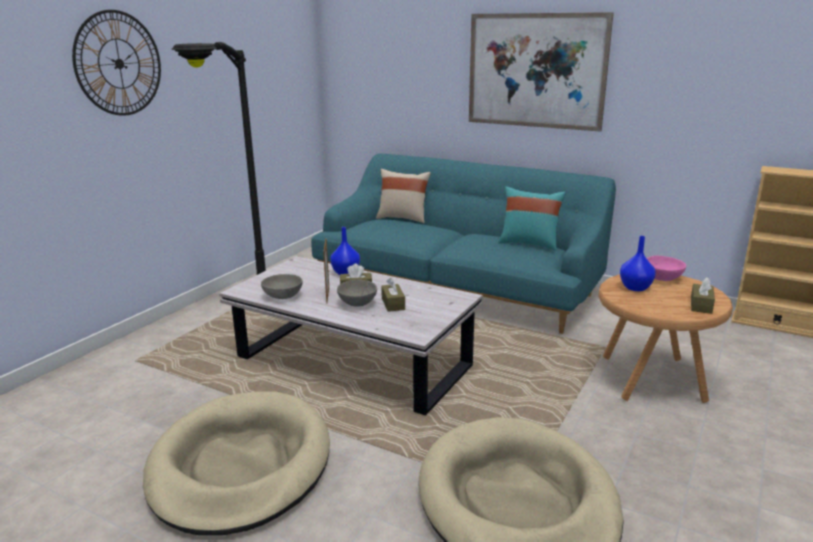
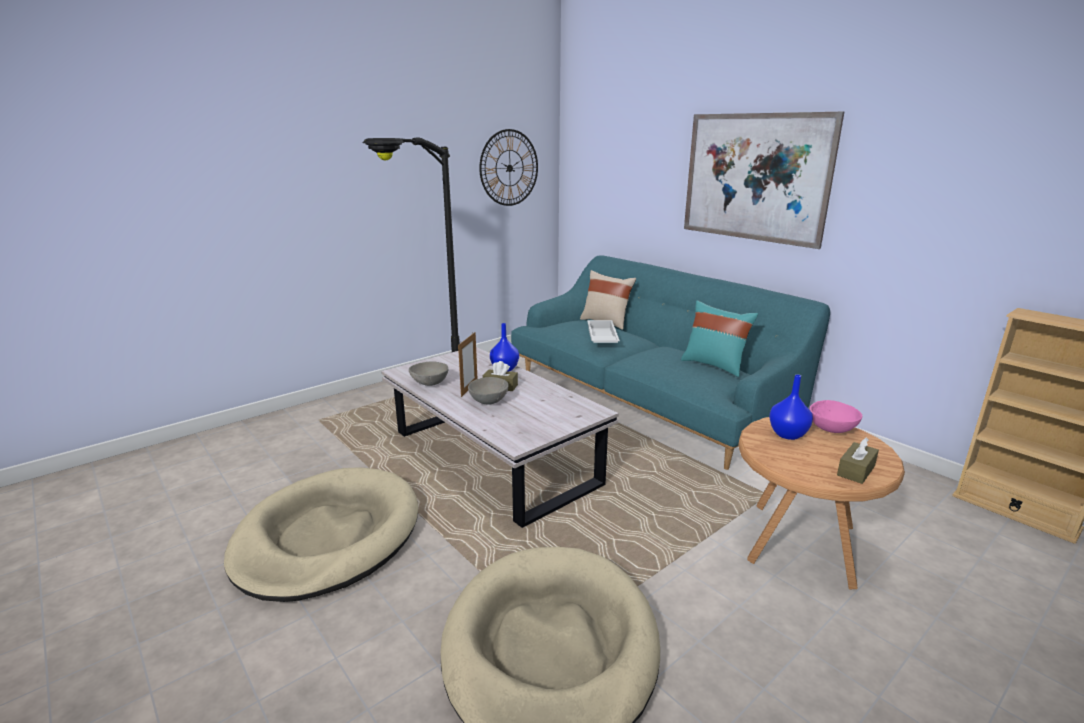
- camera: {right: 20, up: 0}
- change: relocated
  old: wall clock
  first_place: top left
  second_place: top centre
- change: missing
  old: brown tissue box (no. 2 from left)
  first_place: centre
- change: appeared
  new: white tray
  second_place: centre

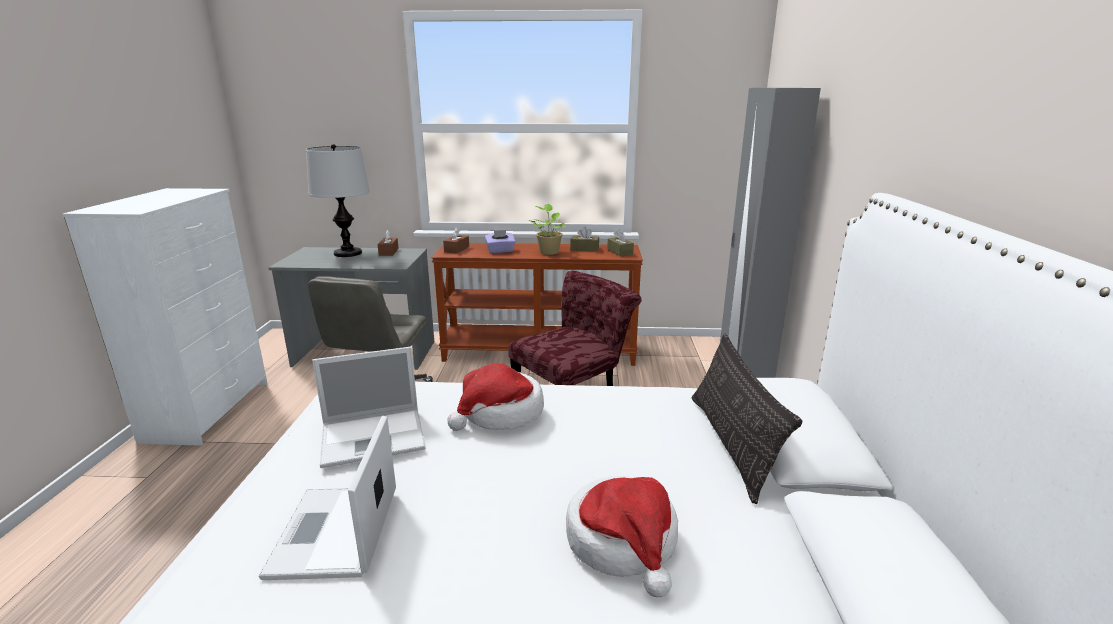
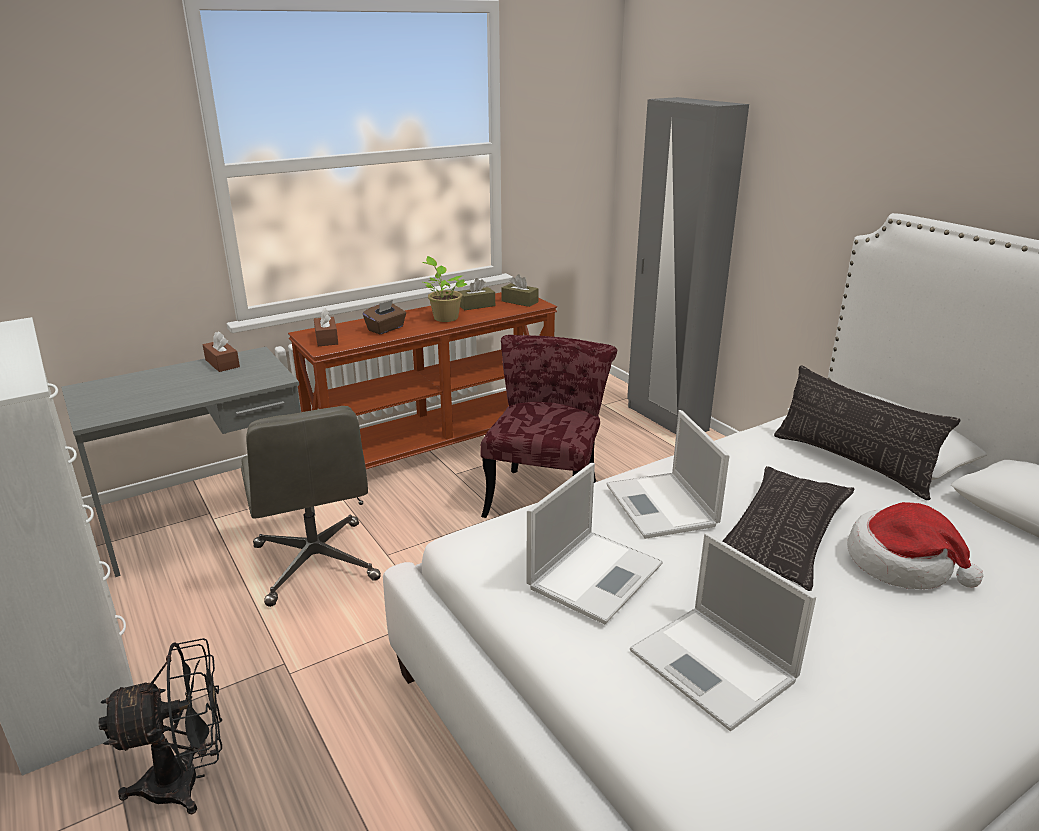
- camera: {right: -35, up: 5}
- change: missing
  old: table lamp
  first_place: top left
- change: colour
  old: purple tissue box
  new: brown tissue box (no. 3 from left)
  first_place: centre
  second_place: centre
- change: exchanged
  old: hat (no. 1 from left)
  new: laptop (no. 2 from left)
  first_place: centre
  second_place: centre
- change: appeared
  new: pillow (no. 1 from left)
  second_place: middle right
- change: appeared
  new: black fan
  second_place: bottom left

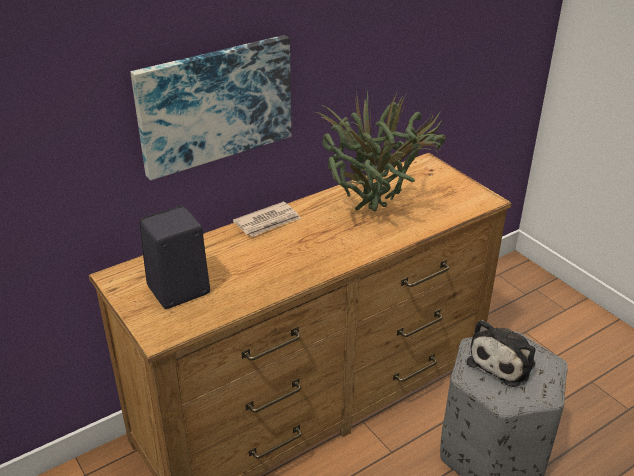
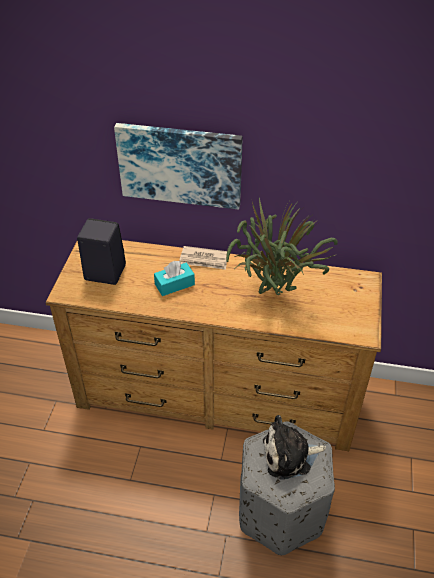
- camera: {right: 45, up: 10}
- change: appeared
  new: turquoise tissue box
  second_place: centre

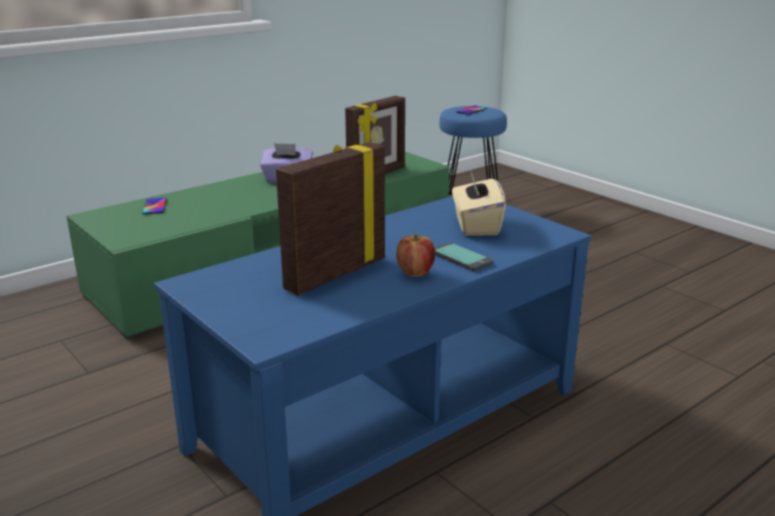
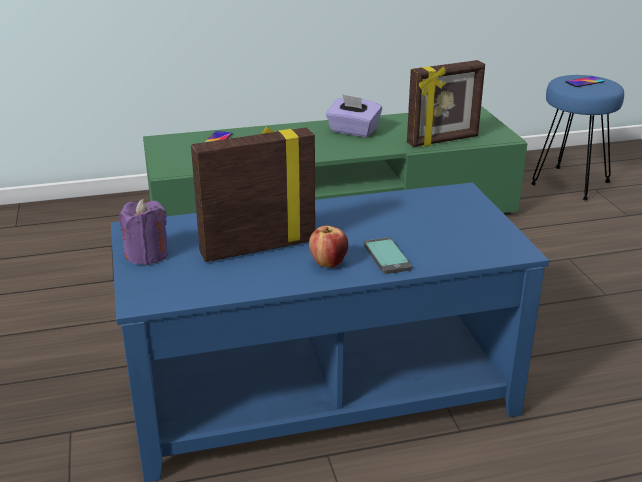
- camera: {right: 25, up: 5}
- change: missing
  old: beige tissue box
  first_place: centre
- change: appeared
  new: purple candle
  second_place: middle left

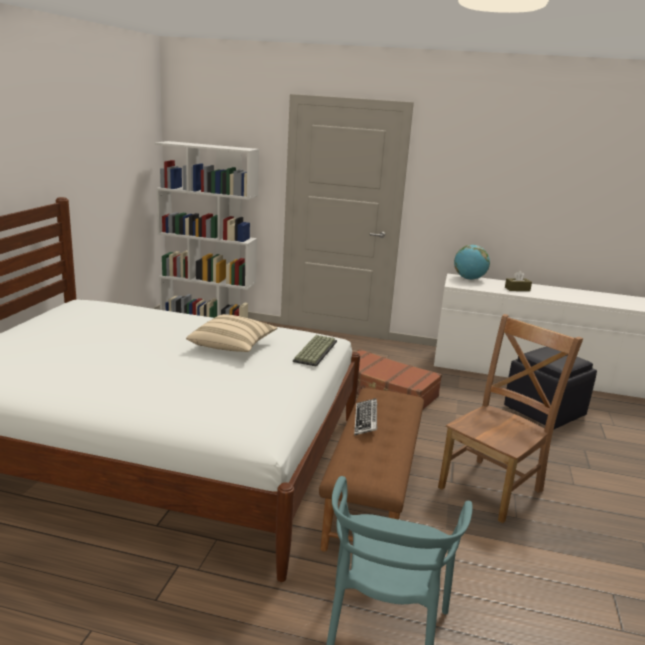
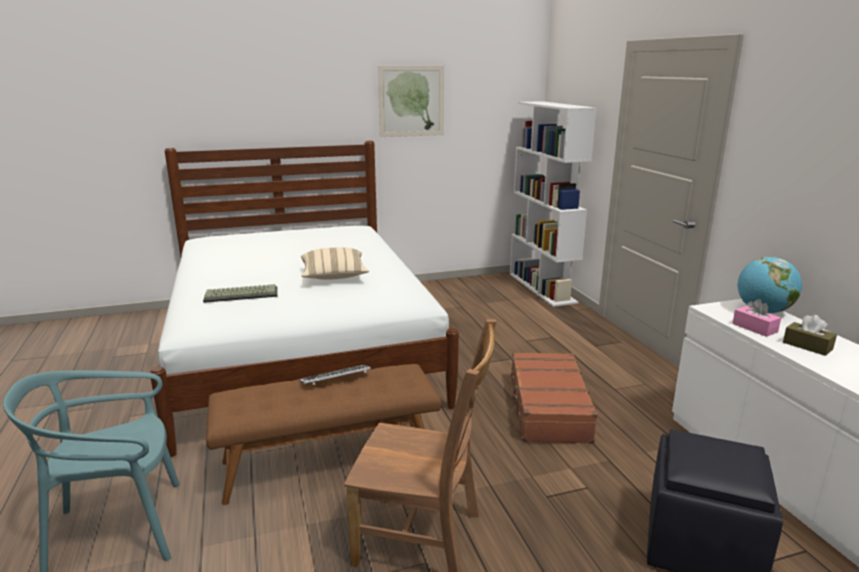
- camera: {right: 60, up: 0}
- change: relocated
  old: keyboard (no. 1 from left)
  first_place: centre
  second_place: middle left
- change: appeared
  new: picture
  second_place: top centre
- change: appeared
  new: pink tissue box
  second_place: middle right

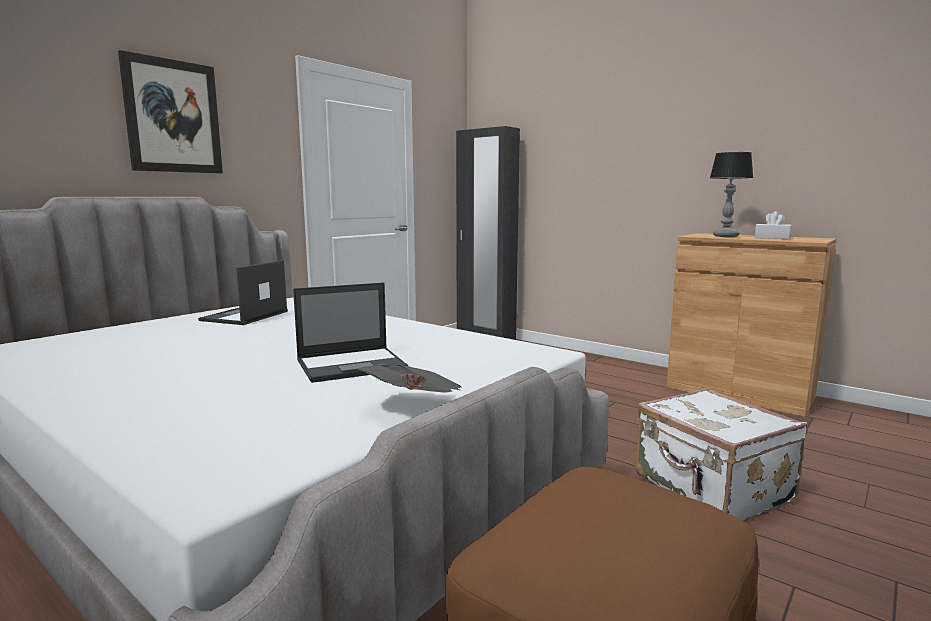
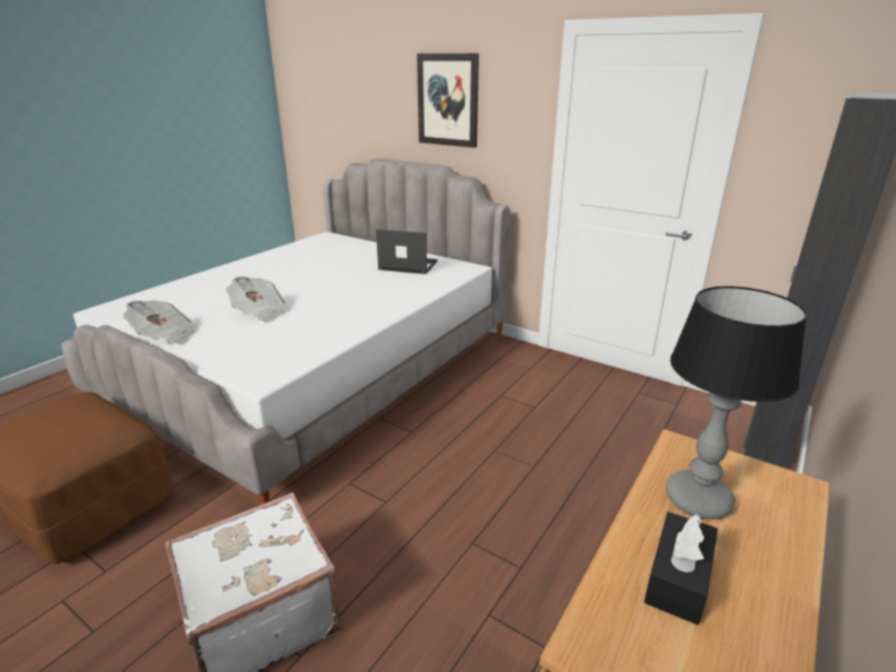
- camera: {right: 85, up: 15}
- change: colour
  old: white tissue box
  new: black tissue box
  first_place: middle right
  second_place: bottom right
- change: exchanged
  old: laptop (no. 2 from left)
  new: newspaper (no. 2 from left)
  first_place: centre
  second_place: middle left

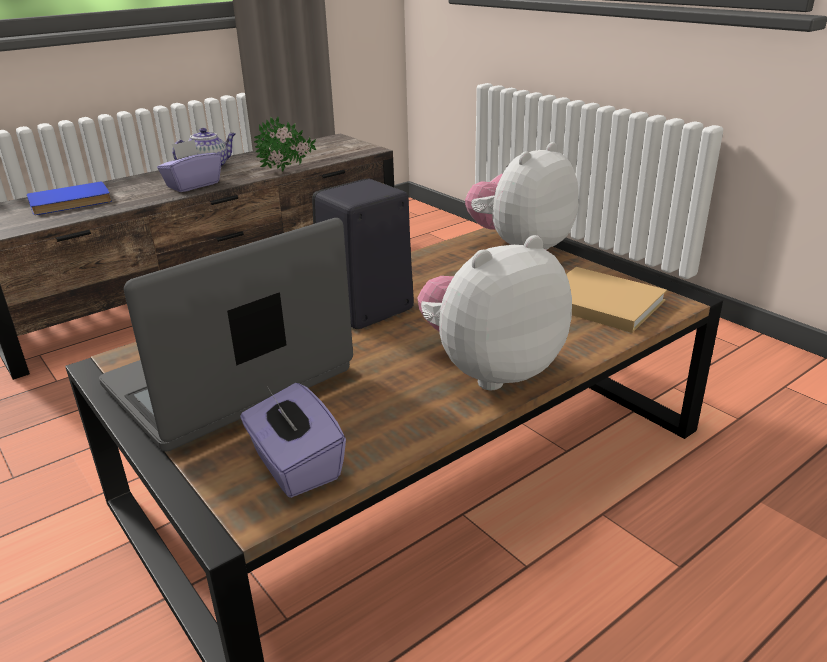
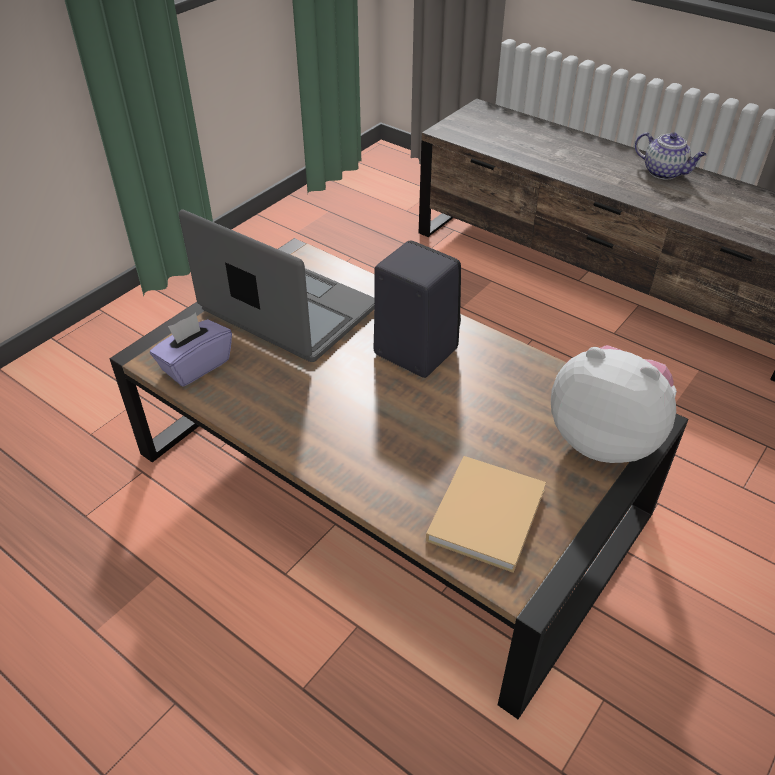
- camera: {right: 75, up: 15}
- change: missing
  old: potted plant
  first_place: top centre
- change: missing
  old: purple tissue box (no. 1 from left)
  first_place: top left
- change: missing
  old: blue book
  first_place: top left
- change: missing
  old: plush toy (no. 1 from left)
  first_place: centre

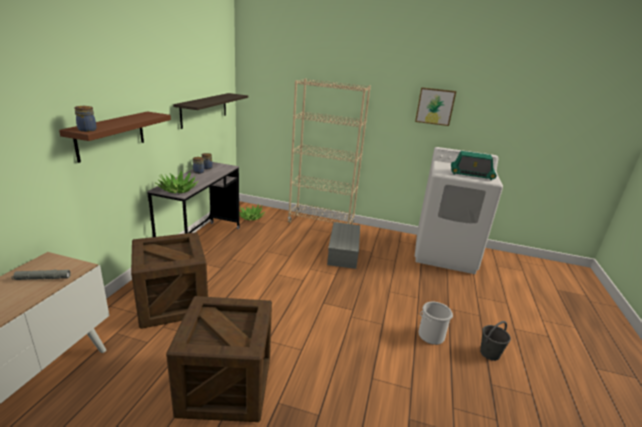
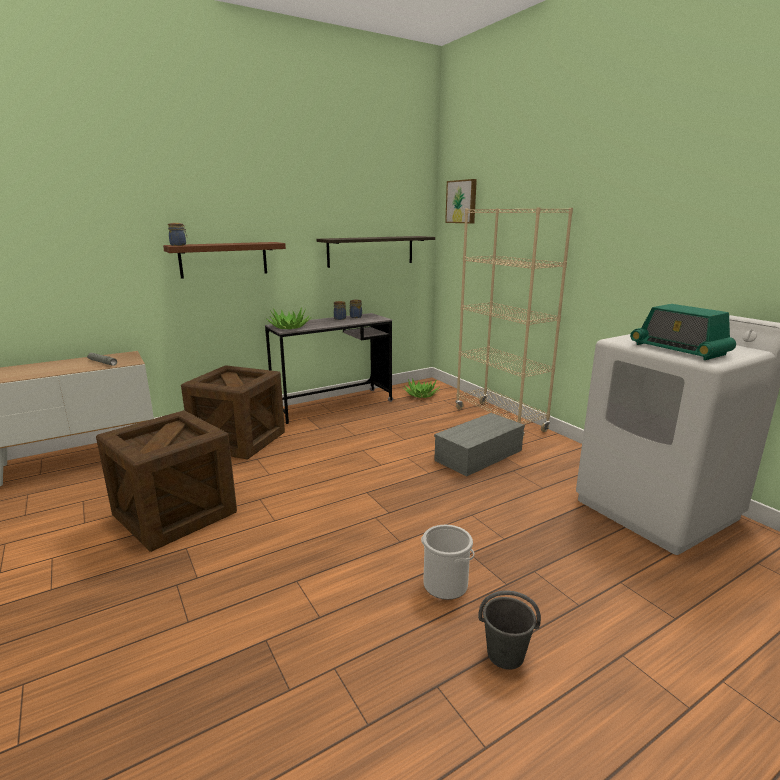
- camera: {right: 45, up: -5}
- change: relocated
  old: picture
  first_place: top right
  second_place: top centre

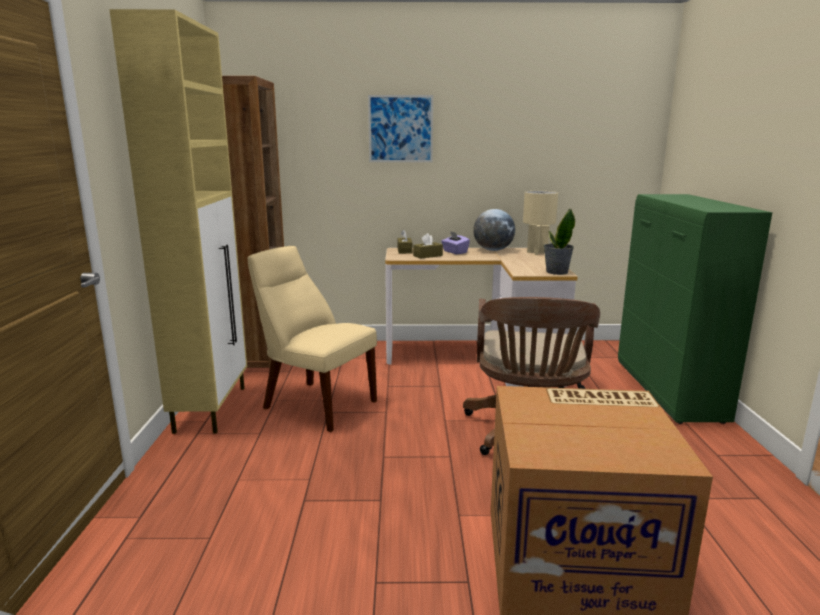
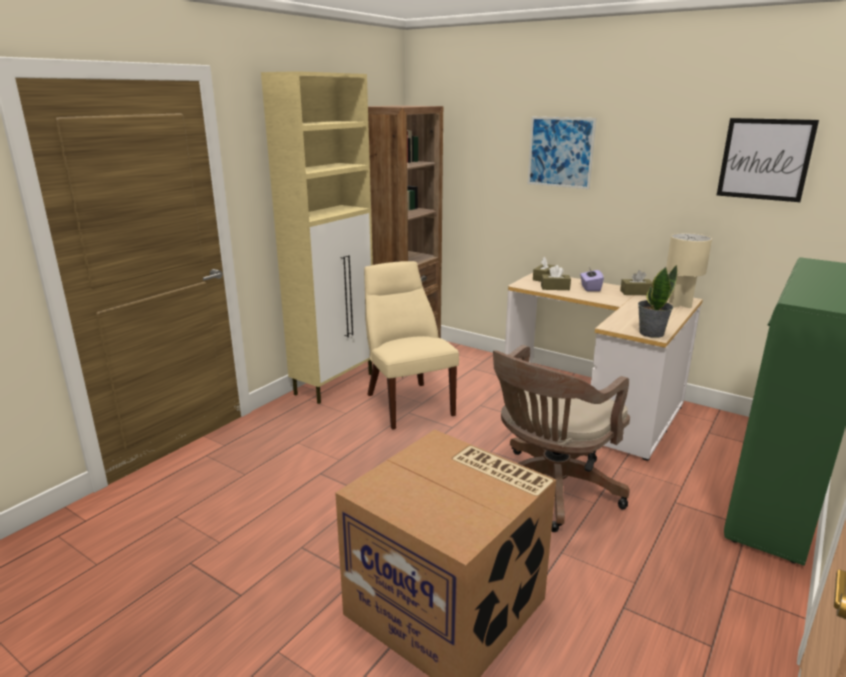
- camera: {right: 35, up: 5}
- change: exchanged
  old: globe
  new: brown tissue box (no. 3 from left)
  first_place: centre
  second_place: middle right
- change: appeared
  new: picture (no. 2 from left)
  second_place: top right

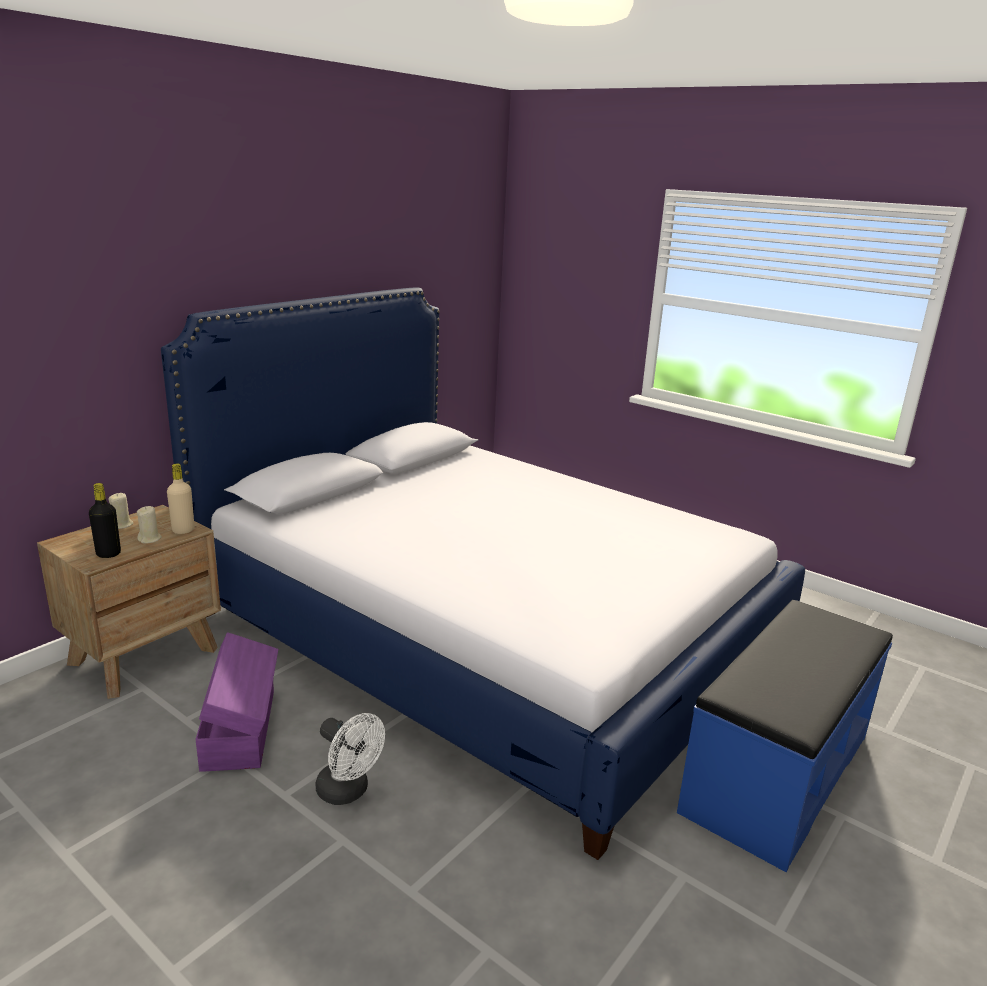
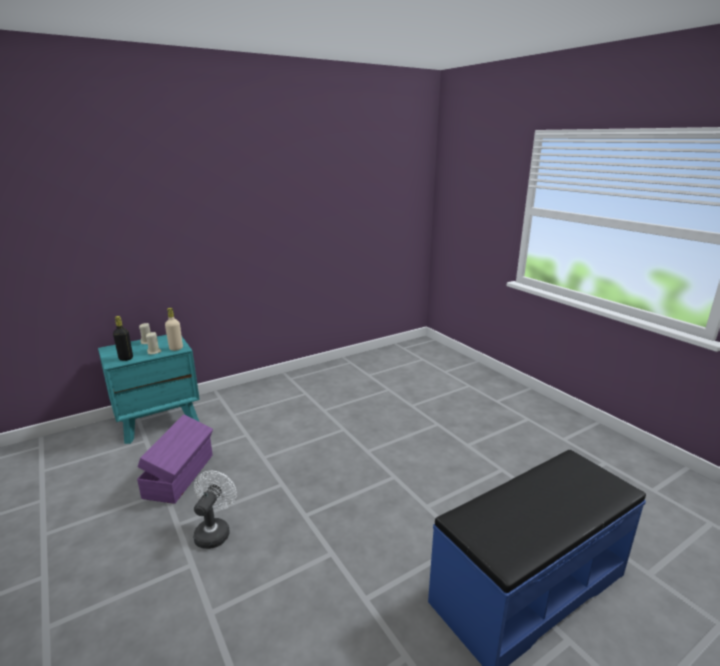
- camera: {right: 20, up: 0}
- change: missing
  old: bed
  first_place: centre
- change: colour
  old: brown nightstand
  new: turquoise nightstand
  first_place: middle left
  second_place: middle left
- change: spun
  old: white fan
  first_place: bottom centre
  second_place: bottom left
  degrees: -135

